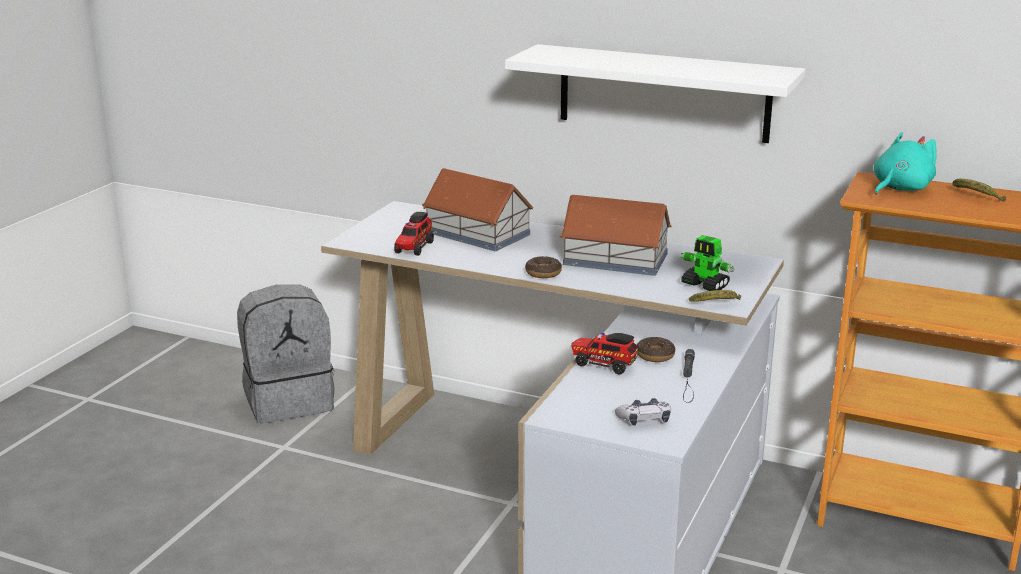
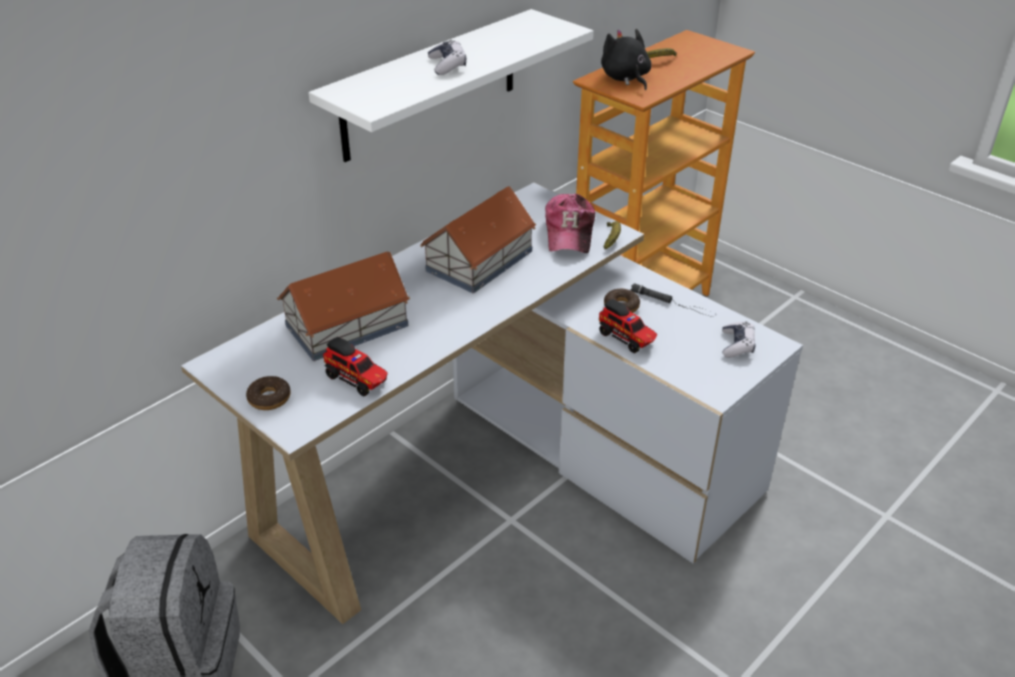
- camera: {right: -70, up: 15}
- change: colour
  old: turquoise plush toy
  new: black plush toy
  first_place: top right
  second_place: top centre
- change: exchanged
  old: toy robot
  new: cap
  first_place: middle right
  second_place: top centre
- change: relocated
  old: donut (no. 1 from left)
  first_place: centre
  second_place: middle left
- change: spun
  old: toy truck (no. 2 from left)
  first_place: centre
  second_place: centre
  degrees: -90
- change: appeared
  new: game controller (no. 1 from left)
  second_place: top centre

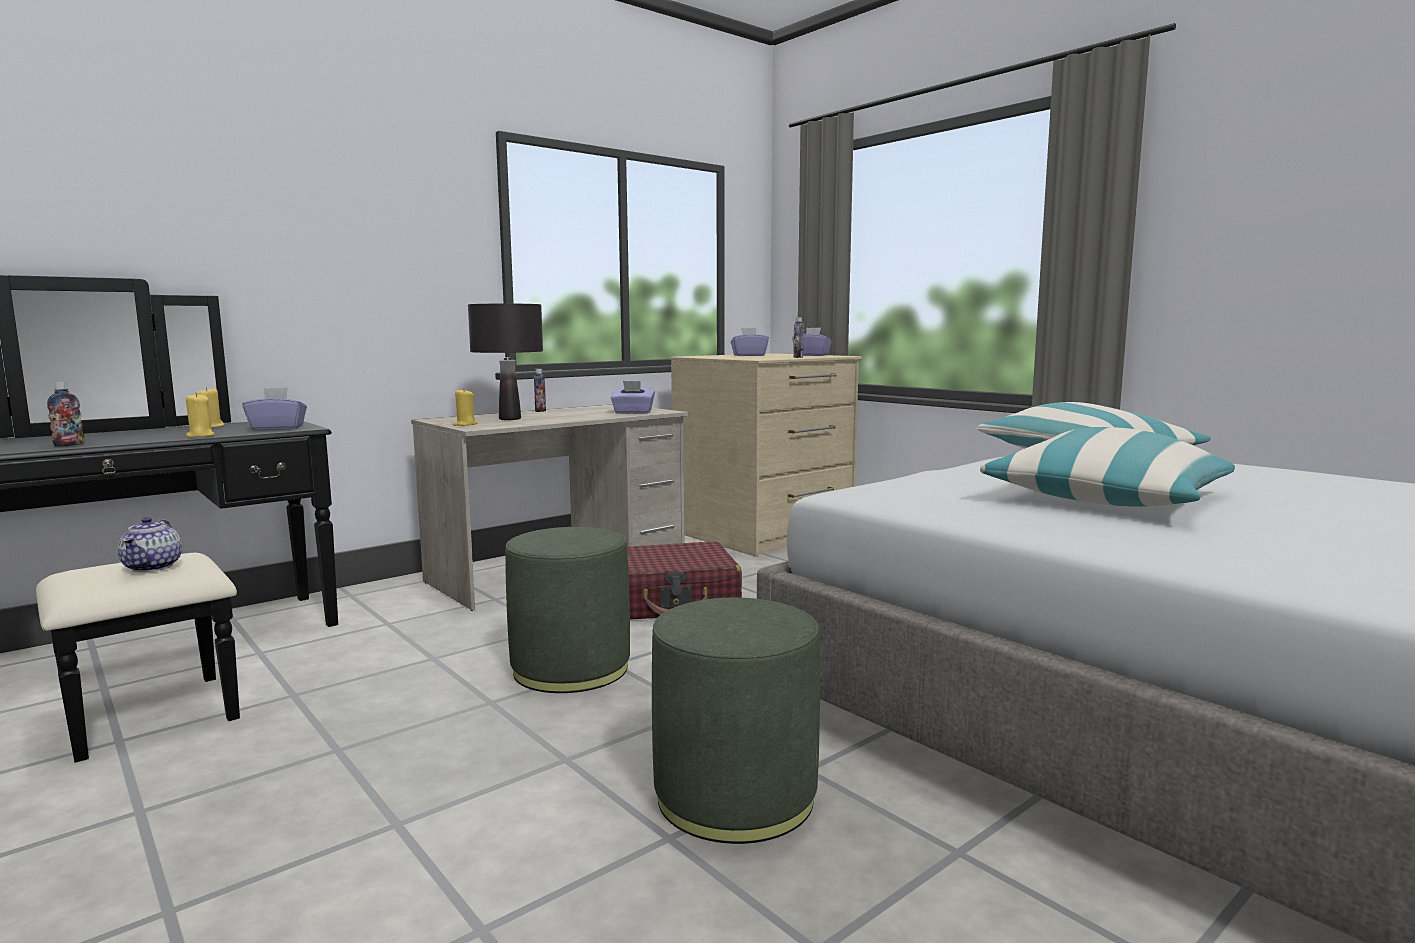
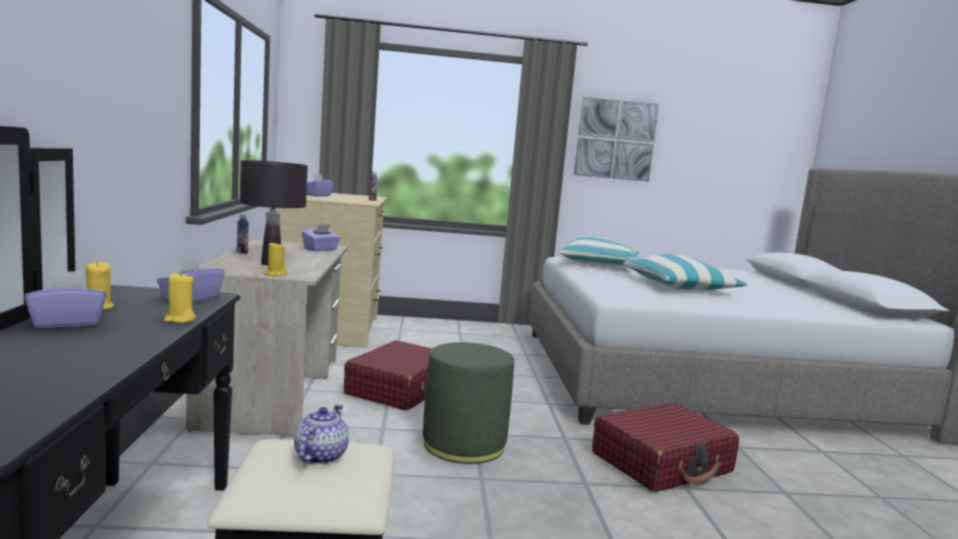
- camera: {right: -55, up: 0}
- change: relocated
  old: purple tissue box (no. 4 from left in the first image)
  new: purple tissue box (no. 1 from left)
  first_place: centre
  second_place: middle left
- change: missing
  old: bottle (no. 1 from left)
  first_place: middle left
- change: spun
  old: teapot
  first_place: middle left
  second_place: bottom centre
  degrees: -105
- change: exchanged
  old: green ottoman (no. 2 from left)
  new: red suitcase (no. 2 from left)
  first_place: bottom centre
  second_place: bottom right
- change: appeared
  new: picture
  second_place: top centre

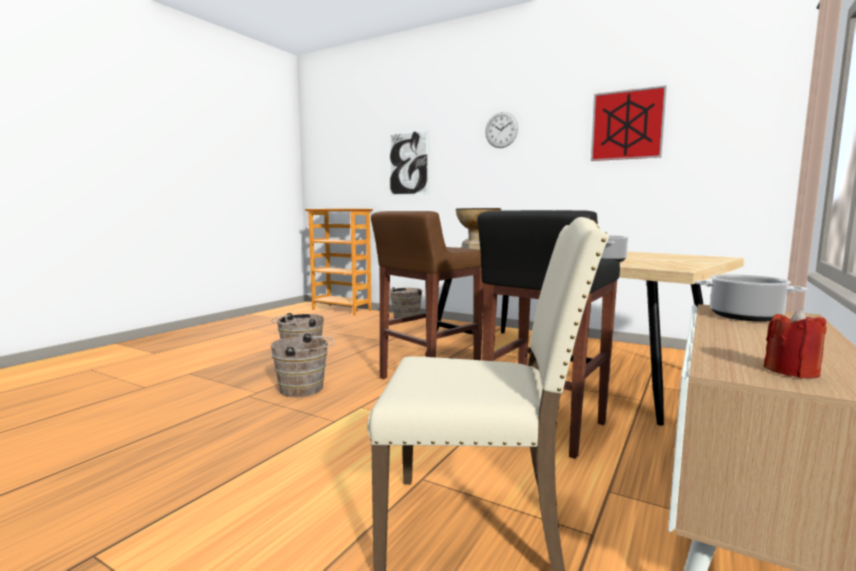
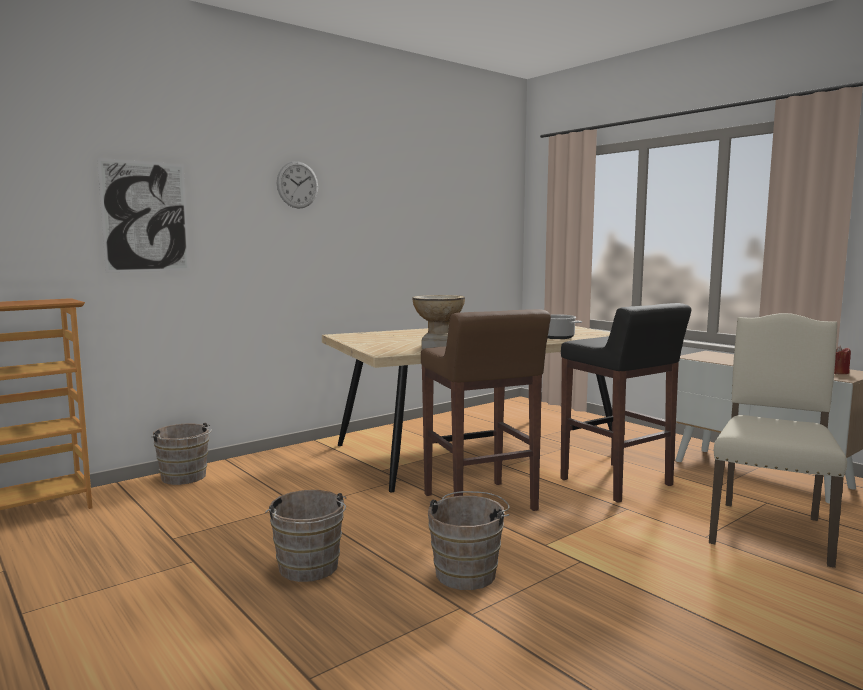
- camera: {right: -70, up: 0}
- change: missing
  old: picture (no. 2 from left)
  first_place: top right
- change: missing
  old: cooking pot (no. 2 from left)
  first_place: middle right

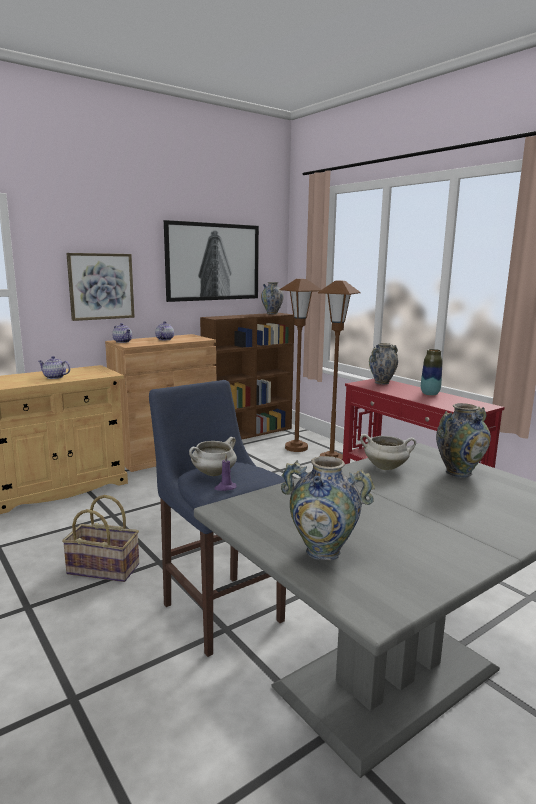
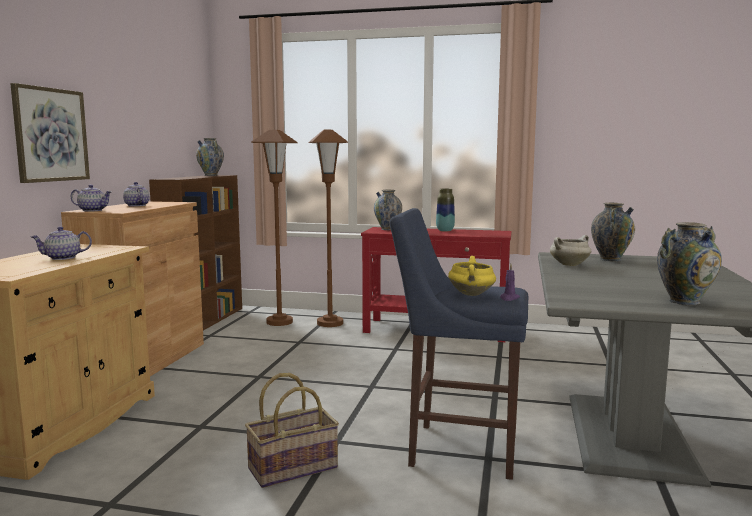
- camera: {right: -40, up: -5}
- change: missing
  old: picture (no. 2 from left)
  first_place: top centre
- change: colour
  old: white cooking pot (no. 1 from left)
  new: yellow cooking pot
  first_place: centre
  second_place: centre

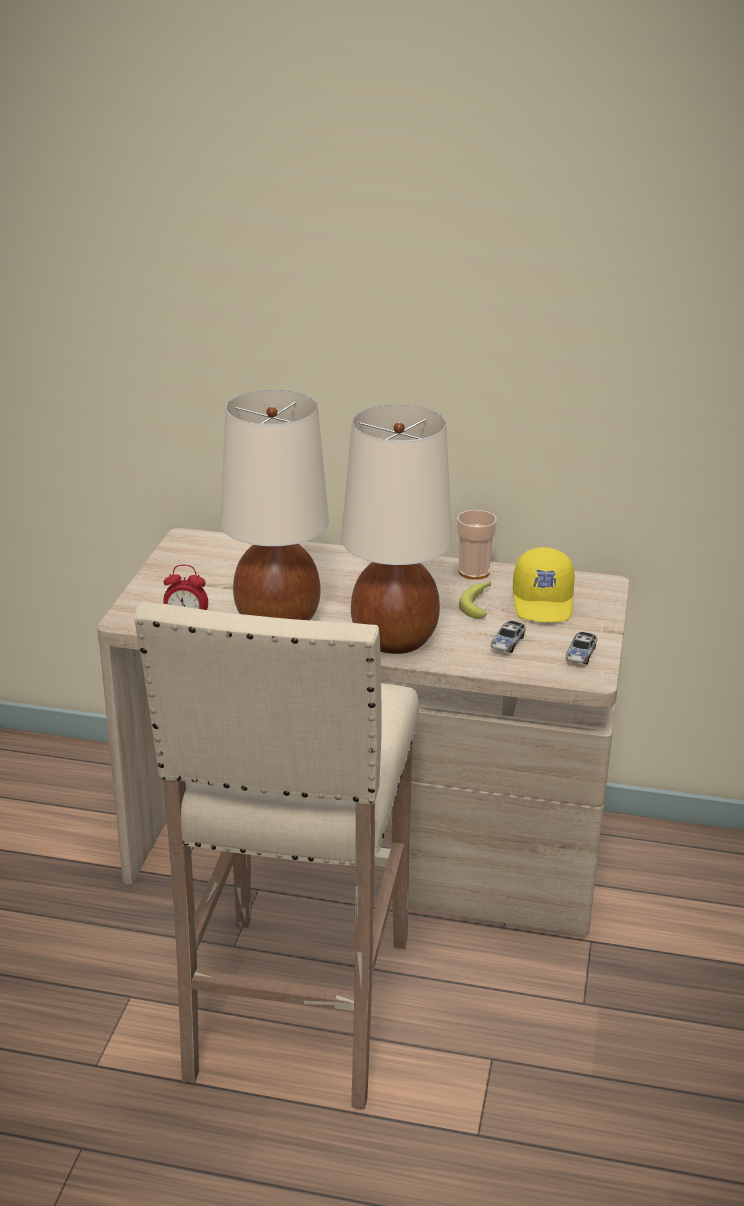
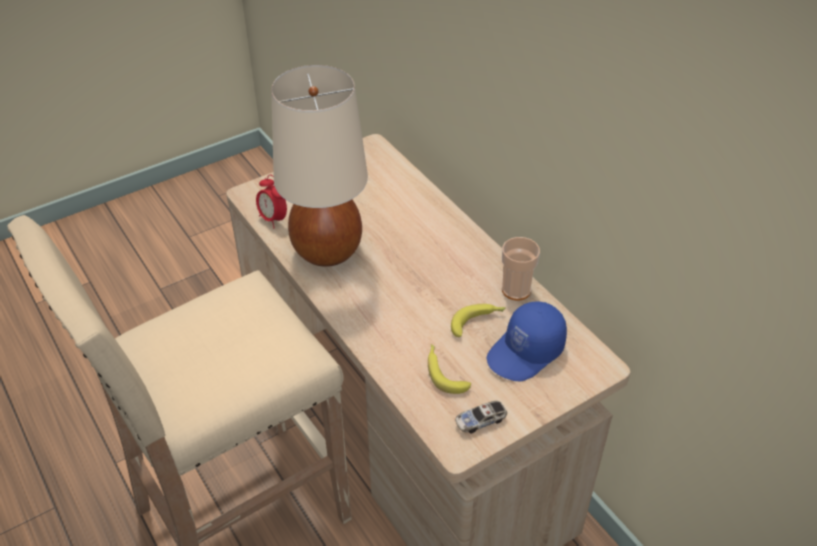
- camera: {right: 45, up: 15}
- change: missing
  old: beige table lamp (no. 2 from left)
  first_place: centre
- change: colour
  old: yellow cap
  new: blue cap
  first_place: middle right
  second_place: centre
- change: exchanged
  old: toy car (no. 1 from left)
  new: banana (no. 1 from left)
  first_place: middle right
  second_place: bottom centre

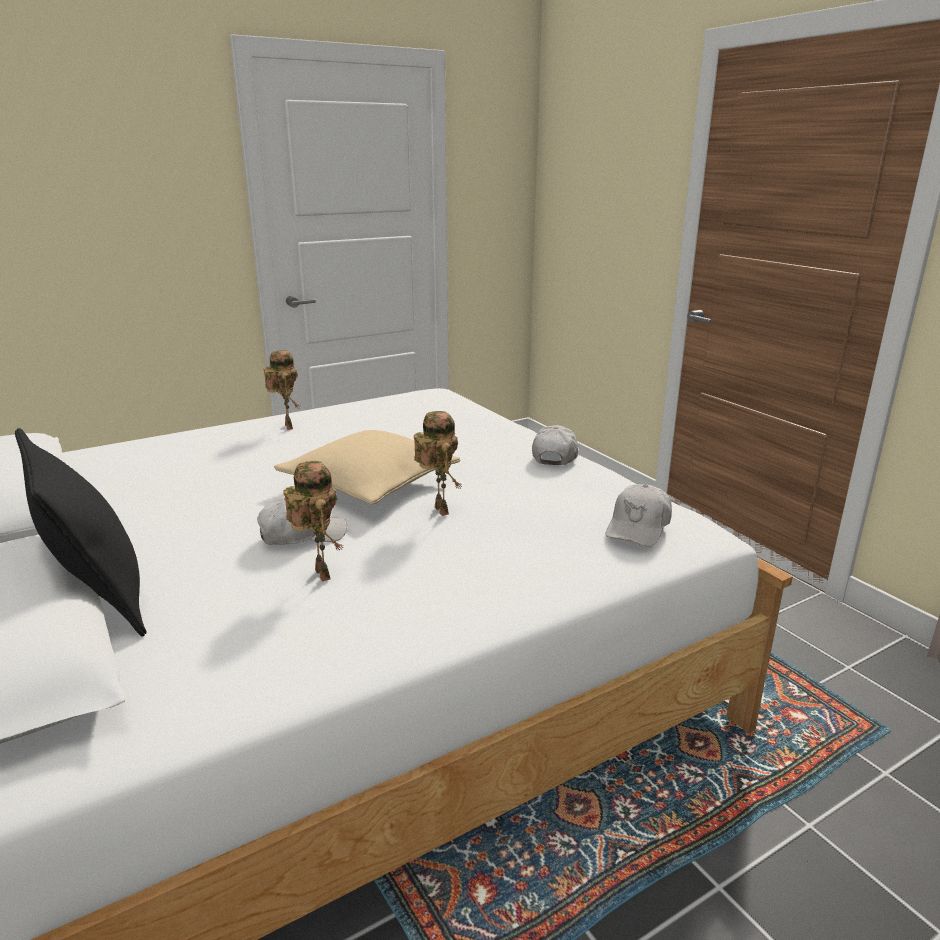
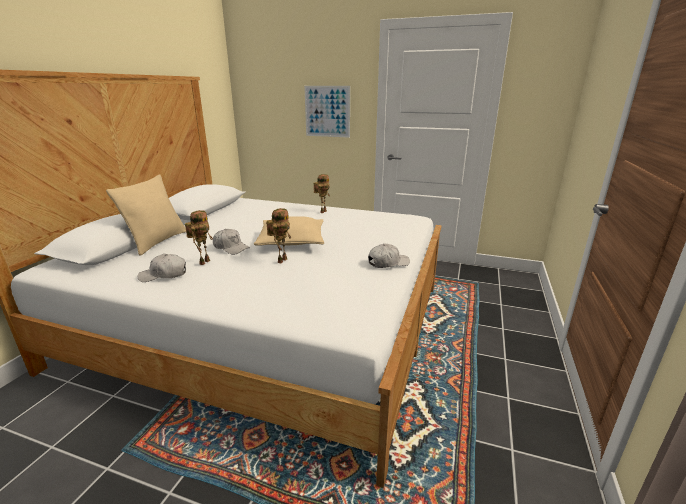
- camera: {right: 50, up: 0}
- change: colour
  old: black pillow
  new: beige pillow (no. 1 from left)
  first_place: middle left
  second_place: middle left
- change: relocated
  old: white cap (no. 3 from left in the first image)
  new: white cap (no. 1 from left)
  first_place: middle right
  second_place: middle left
- change: appeared
  new: picture
  second_place: top centre

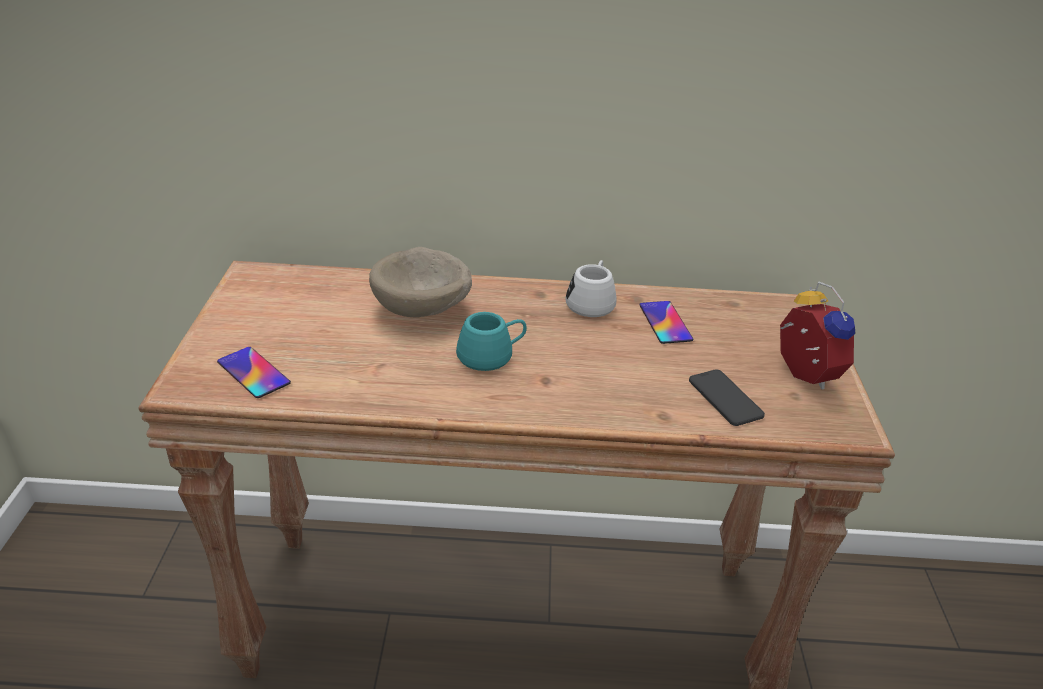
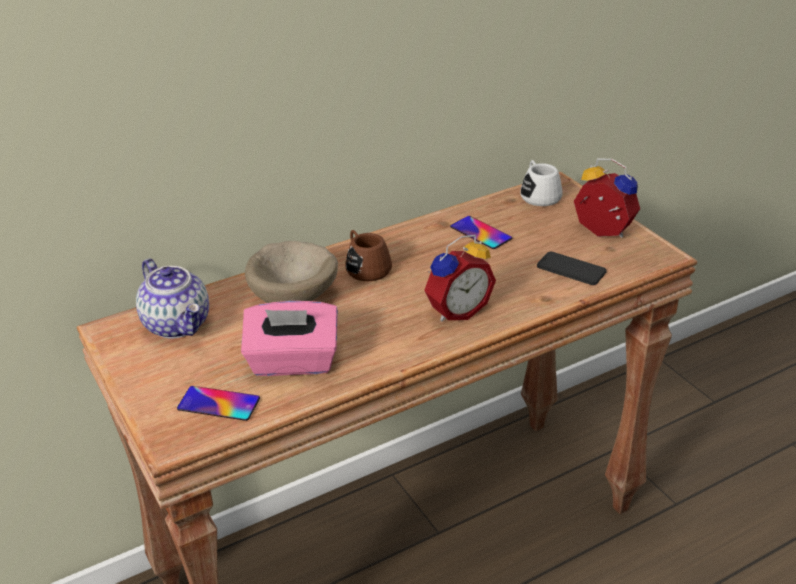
- camera: {right: -30, up: 0}
- change: relocated
  old: white mug
  first_place: centre
  second_place: top right
- change: missing
  old: turquoise mug
  first_place: centre
- change: appeared
  new: brown mug
  second_place: centre
- change: appeared
  new: alarm clock (no. 1 from left)
  second_place: centre
- change: appeared
  new: teapot
  second_place: middle left
- change: appeared
  new: pink tissue box
  second_place: centre

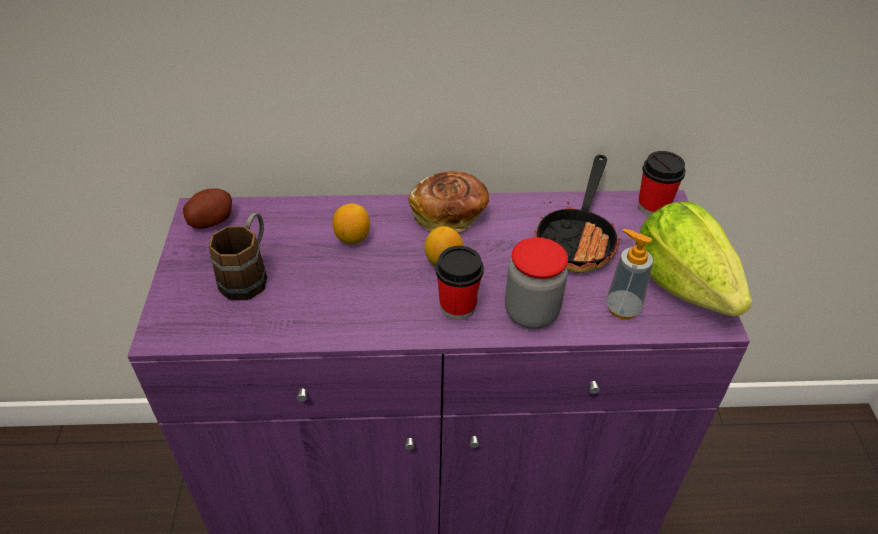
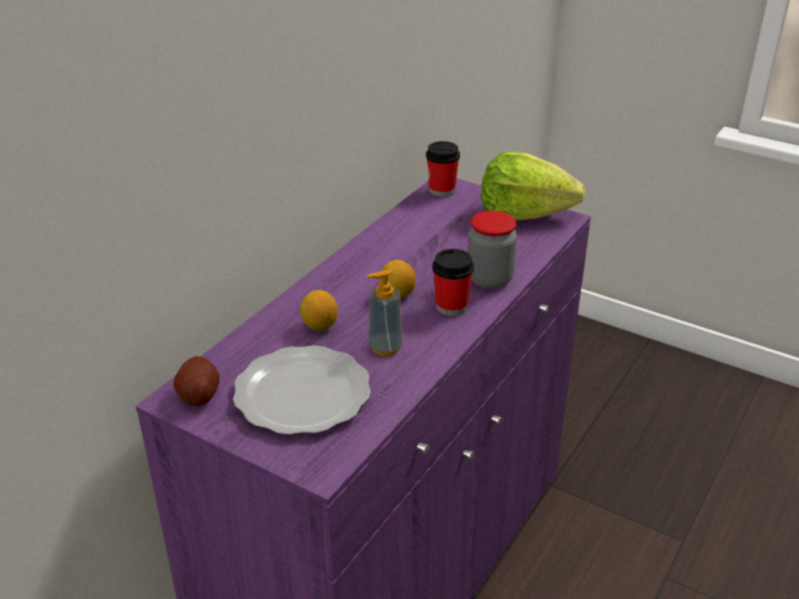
- camera: {right: -55, up: -10}
- change: missing
  old: frying pan
  first_place: centre
- change: missing
  old: bread
  first_place: centre
- change: exchanged
  old: brown mug
  new: plate
  first_place: middle left
  second_place: centre
- change: relocated
  old: soap dispenser
  first_place: middle right
  second_place: centre

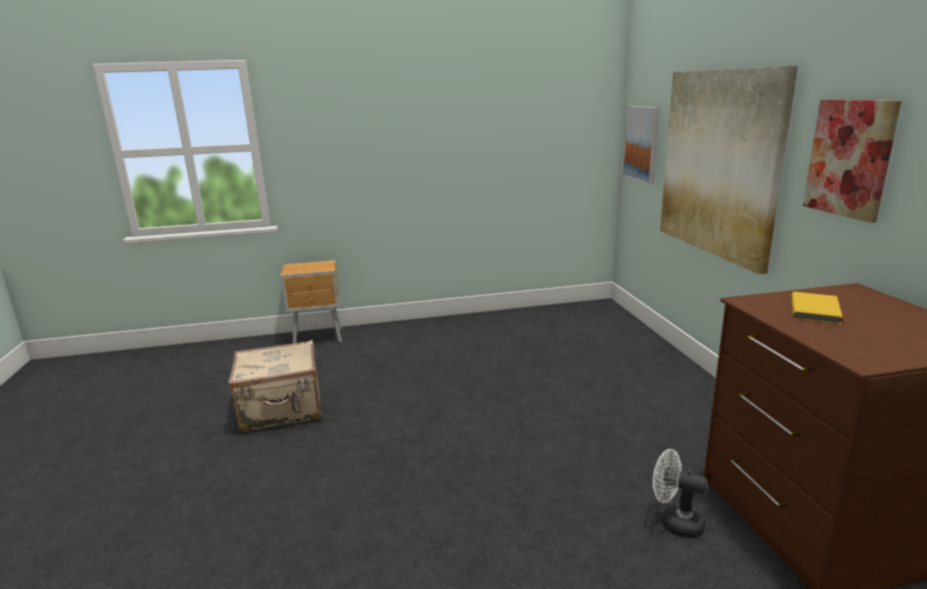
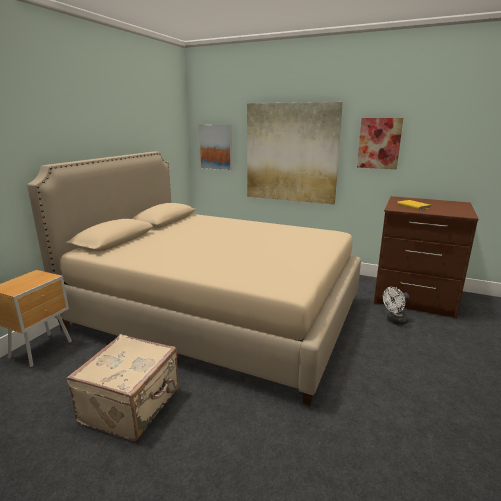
- camera: {right: -55, up: 0}
- change: appeared
  new: beige bed
  second_place: centre

